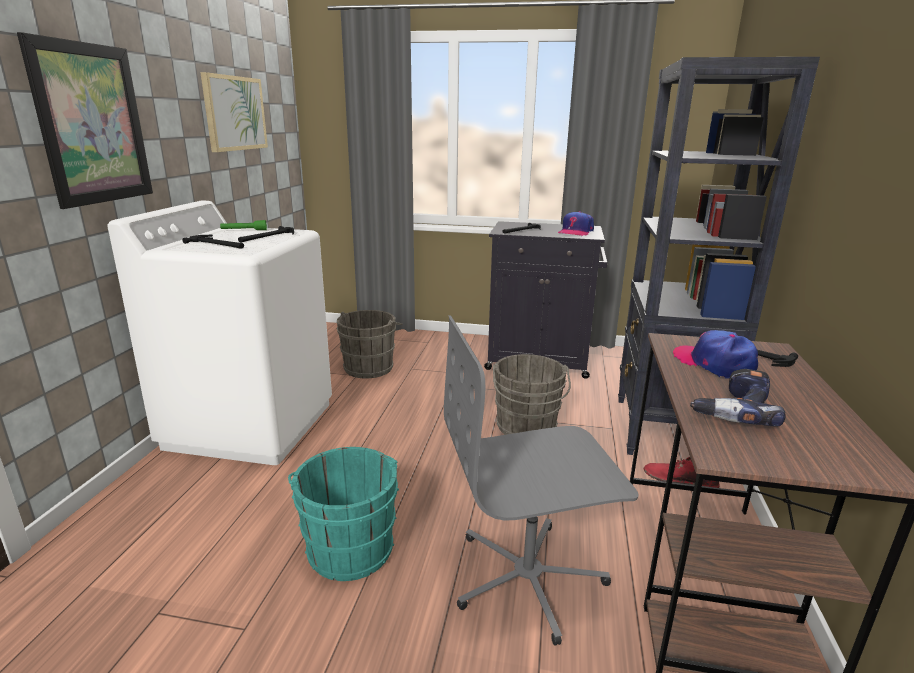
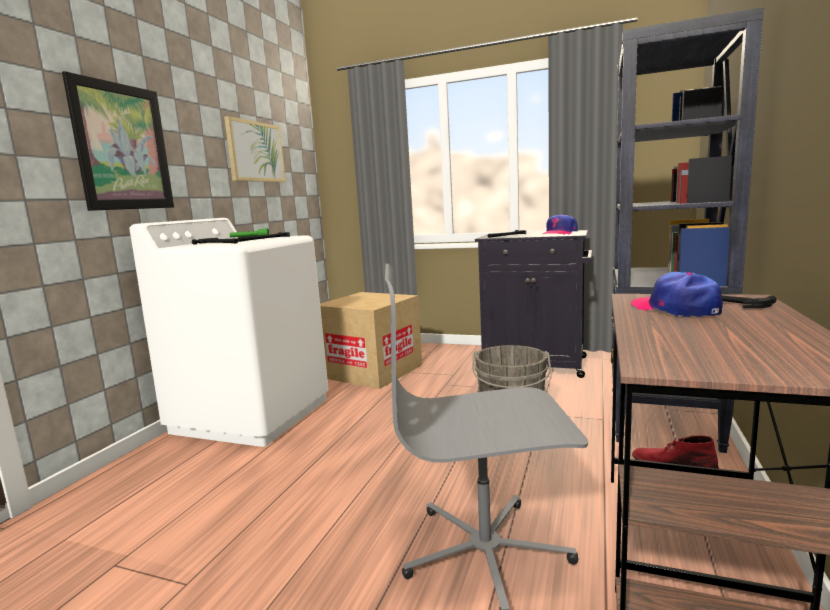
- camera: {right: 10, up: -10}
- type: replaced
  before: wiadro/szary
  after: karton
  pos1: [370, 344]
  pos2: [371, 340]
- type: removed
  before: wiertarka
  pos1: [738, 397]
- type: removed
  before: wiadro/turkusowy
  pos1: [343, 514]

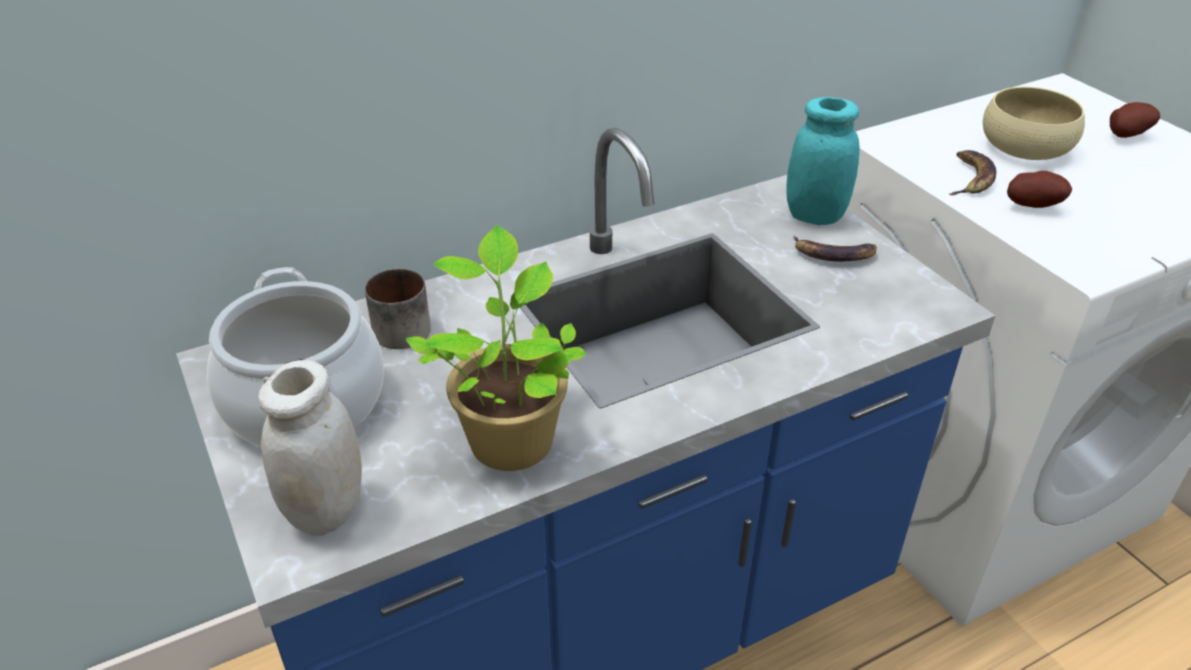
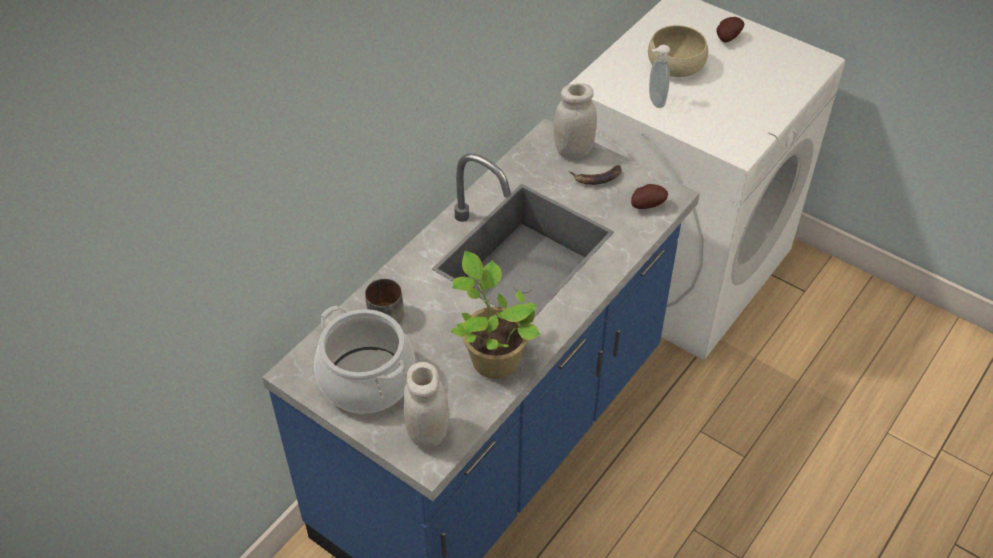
- camera: {right: -25, up: 10}
- type: recoloured
  before: słoik/turkusowy
  after: słoik/biały
  pos1: [823, 161]
  pos2: [575, 120]
- type: replaced
  before: banan
  after: dozownik mydła
  pos1: [972, 173]
  pos2: [659, 76]
- type: moved
  before: ziemniak
  pos1: [1039, 189]
  pos2: [649, 196]

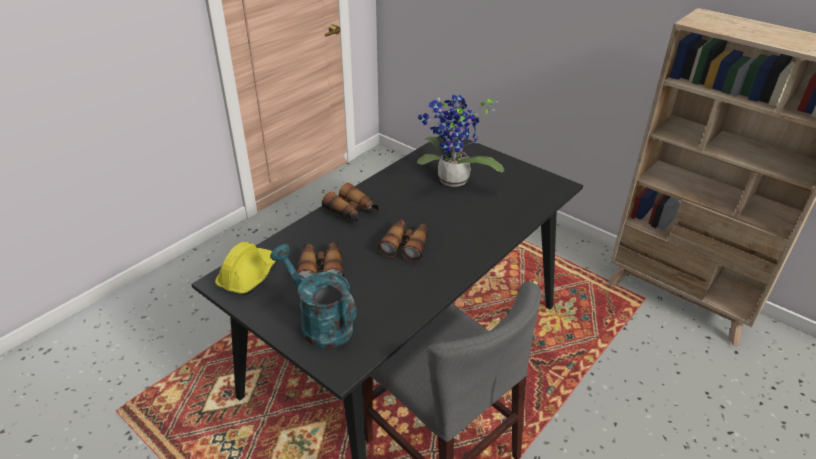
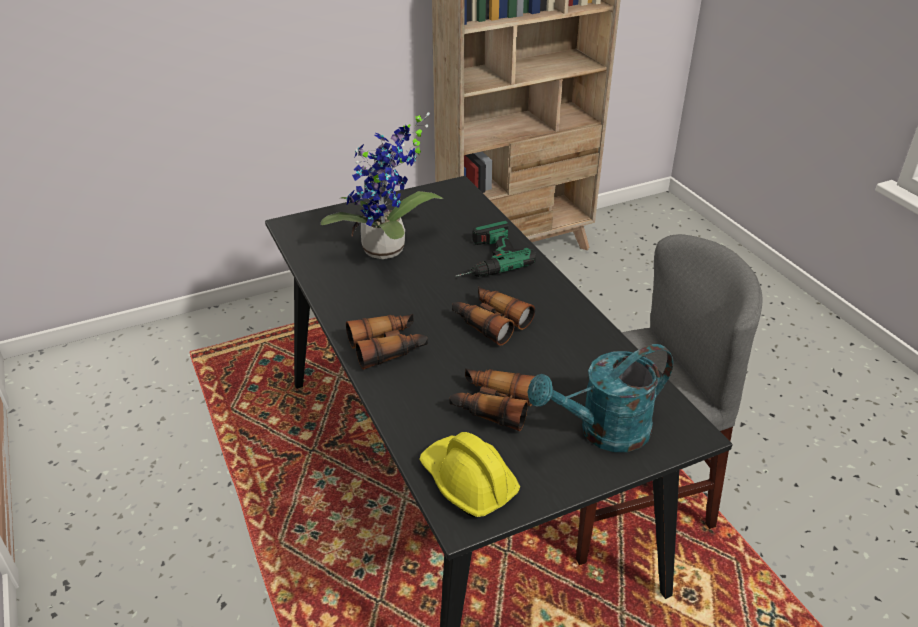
- camera: {right: -65, up: 0}
- type: added
  after: wiertarka
  pos2: [495, 248]

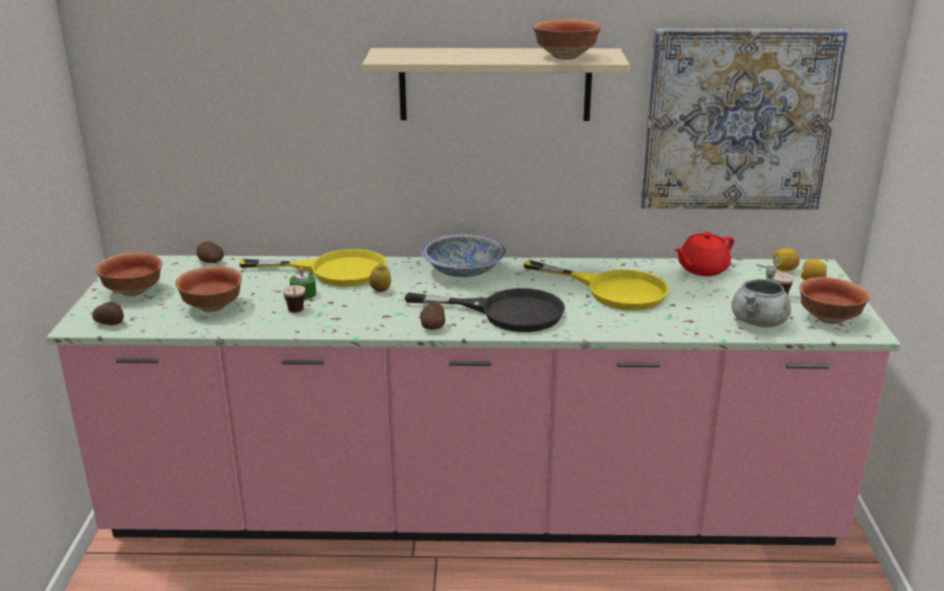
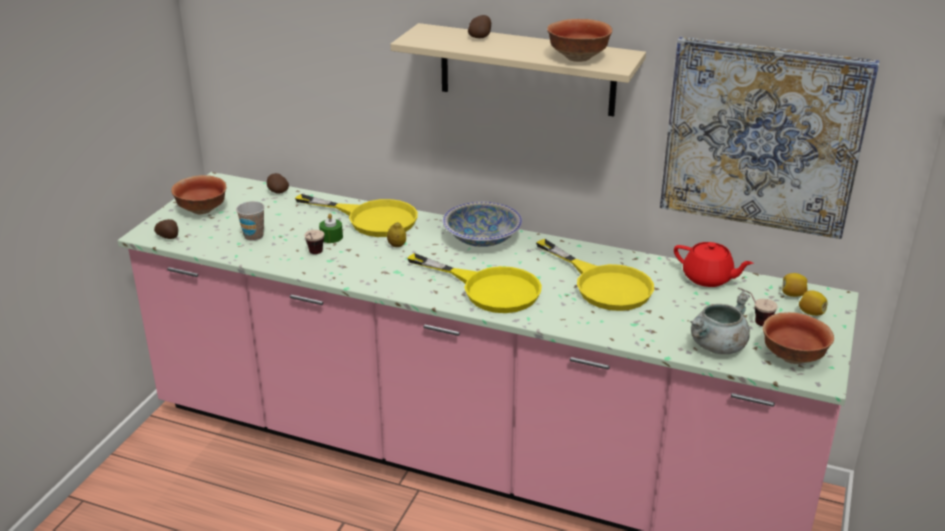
- camera: {right: 20, up: 5}
- type: turned
  before: imbryk/czerwony
  pos1: [704, 254]
  pos2: [713, 264]
  turn: -135
- type: replaced
  before: miska
  after: filiżanka
  pos1: [208, 289]
  pos2: [250, 221]
- type: recoloured
  before: patelnia/czarny
  after: patelnia/żółty
  pos1: [485, 310]
  pos2: [474, 283]
- type: moved
  before: ziemniak
  pos1: [432, 316]
  pos2: [479, 26]

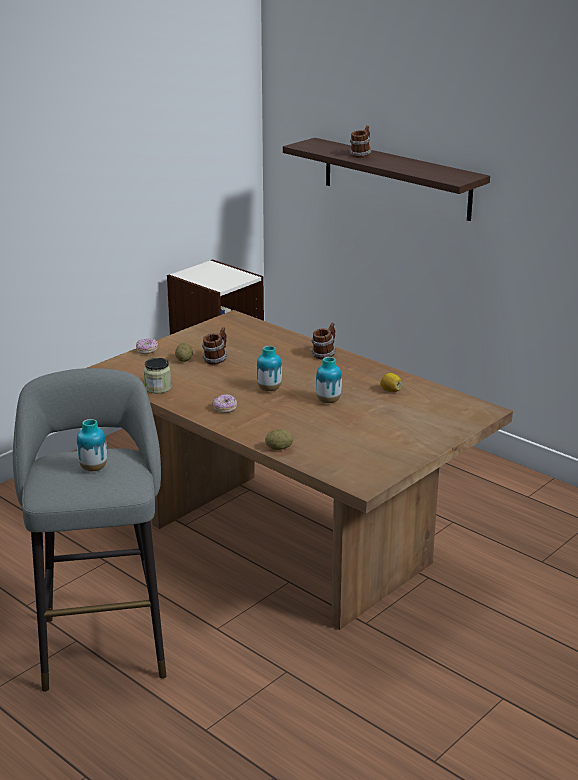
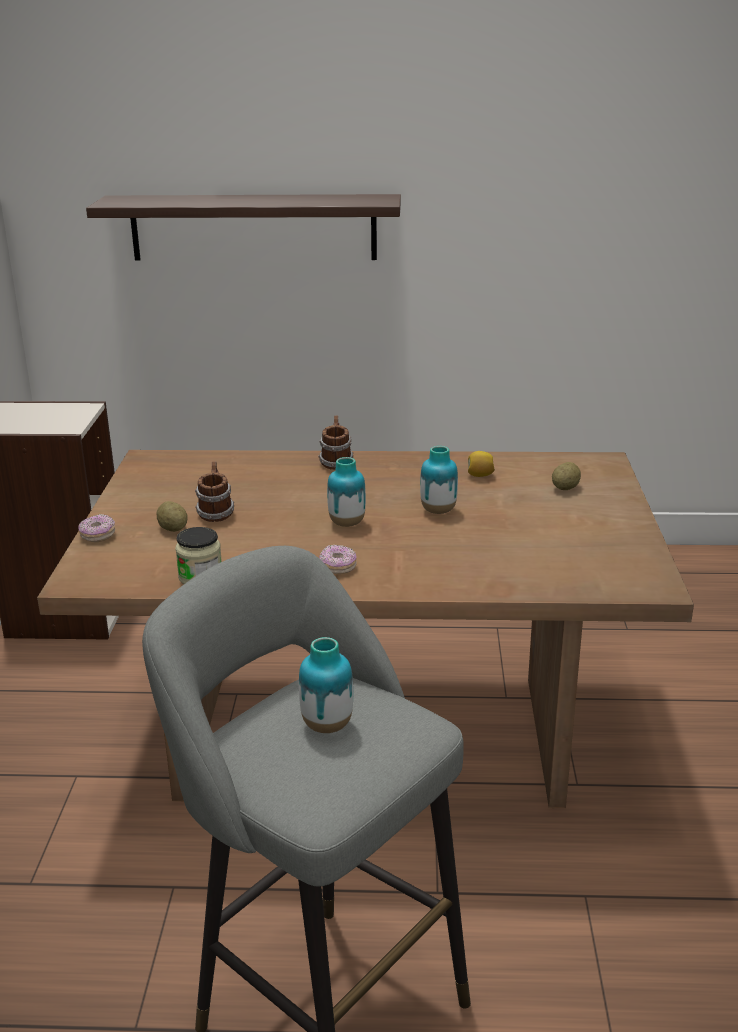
- camera: {right: -40, up: 0}
- type: removed
  before: kubek
  pos1: [360, 141]
- type: moved
  before: ziemniak
  pos1: [279, 439]
  pos2: [566, 476]

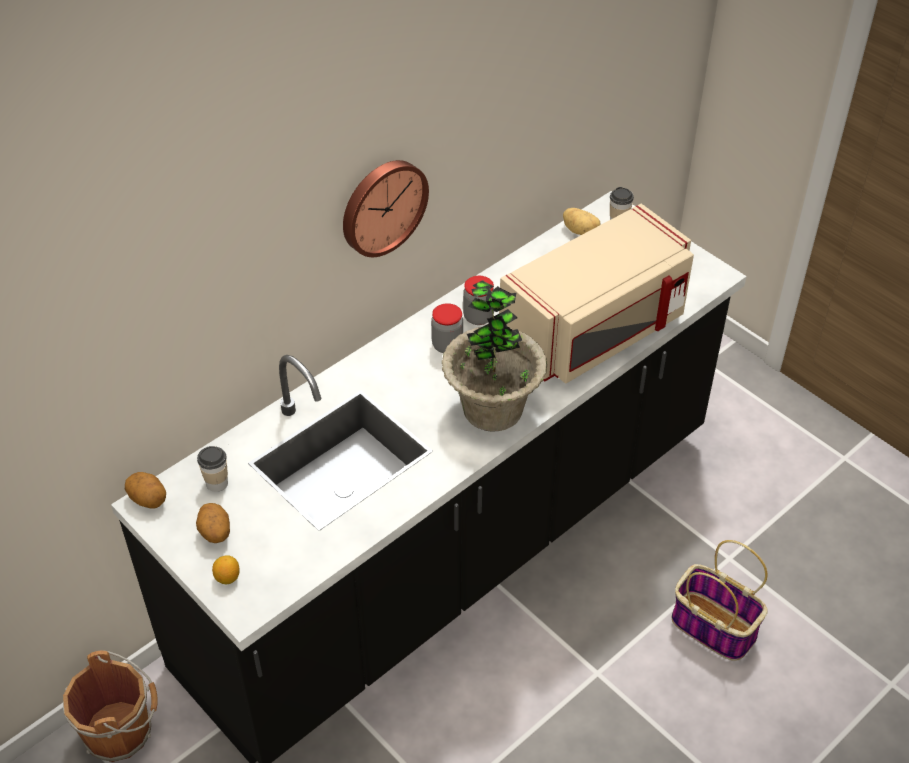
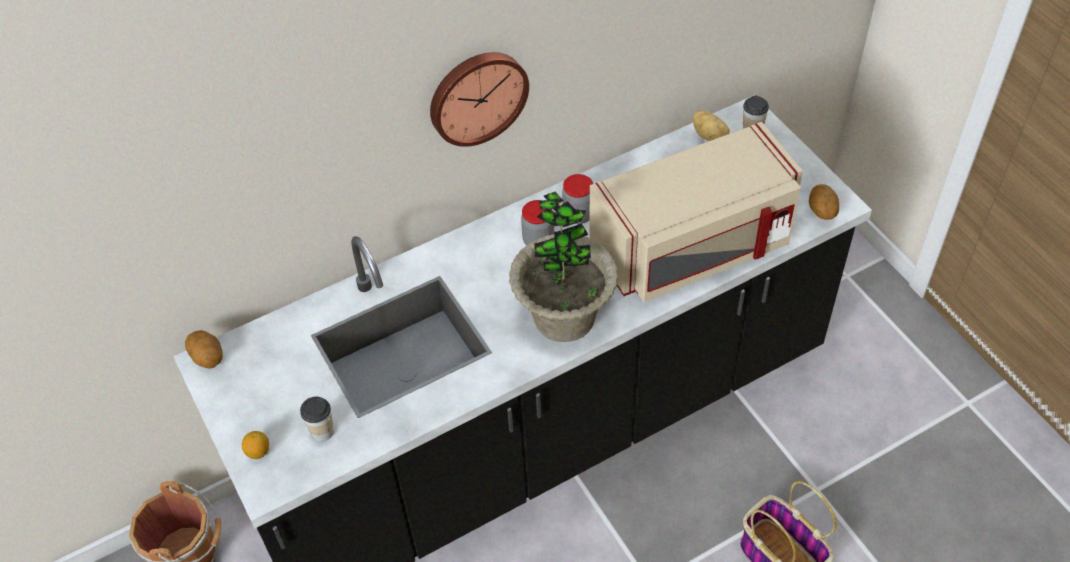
- camera: {right: 15, up: 5}
- type: moved
  before: filiżanka
  pos1: [212, 469]
  pos2: [317, 419]
- type: moved
  before: ziemniak
  pos1: [213, 523]
  pos2: [824, 202]

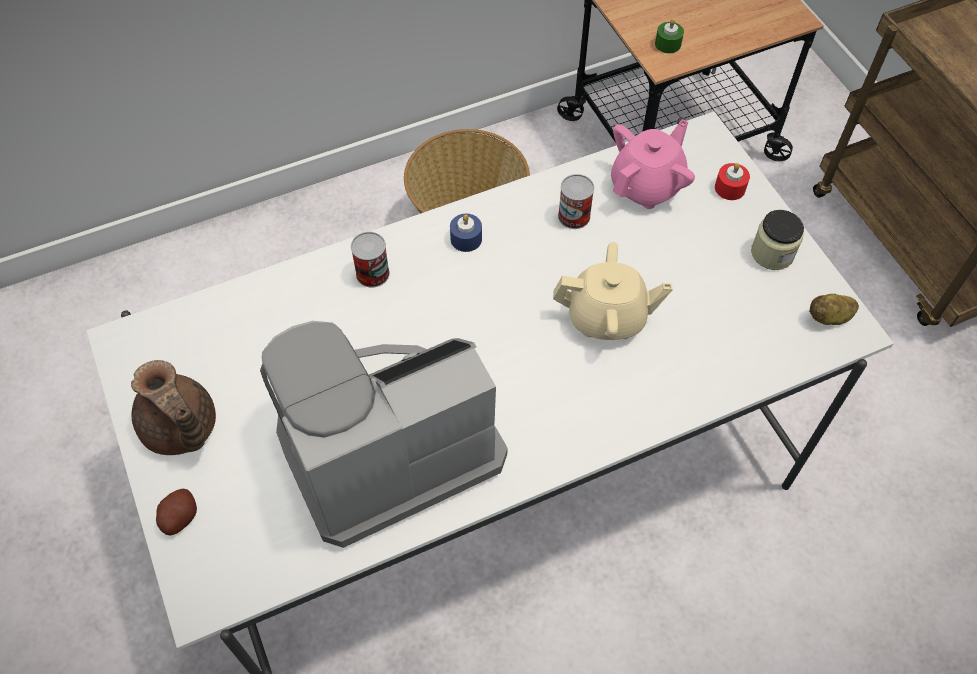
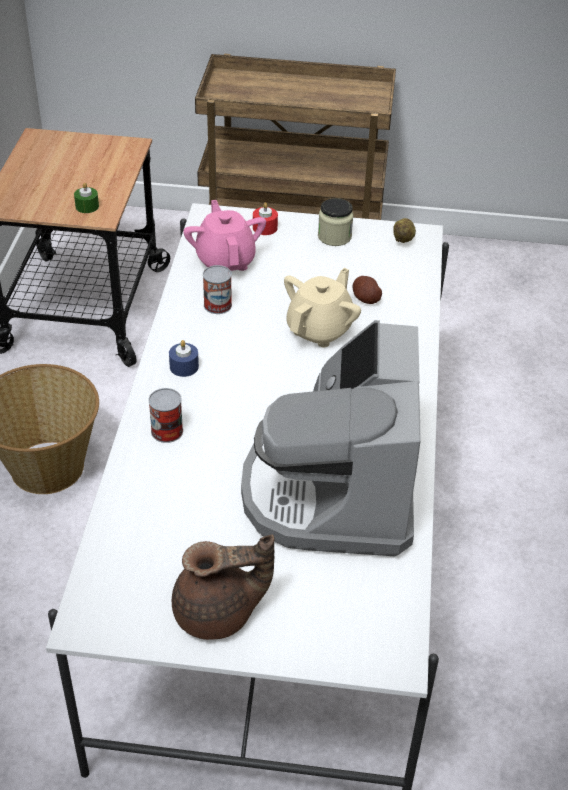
- camera: {right: -60, up: -15}
- type: moved
  before: ziemniak
  pos1: [176, 512]
  pos2: [367, 290]

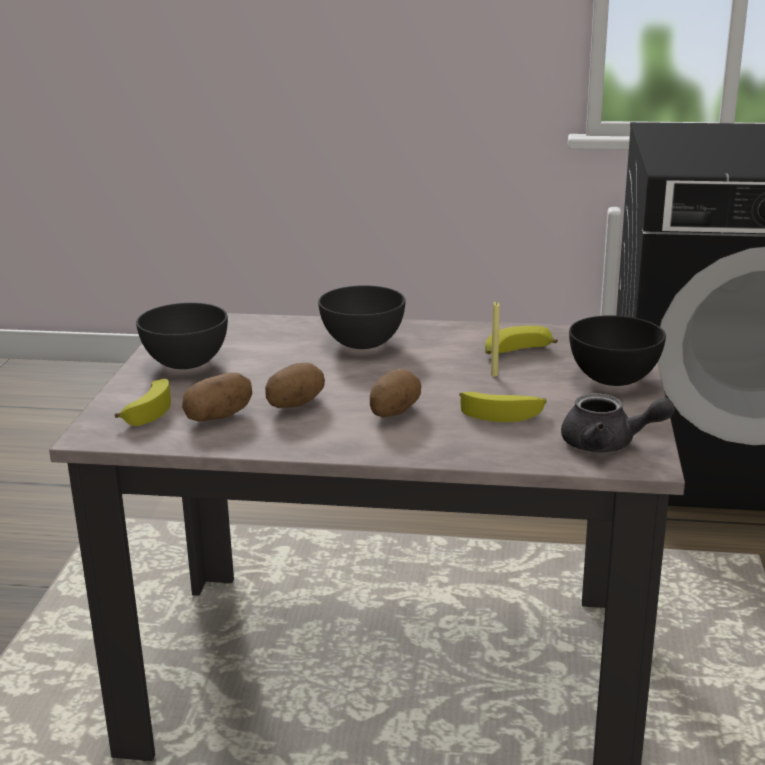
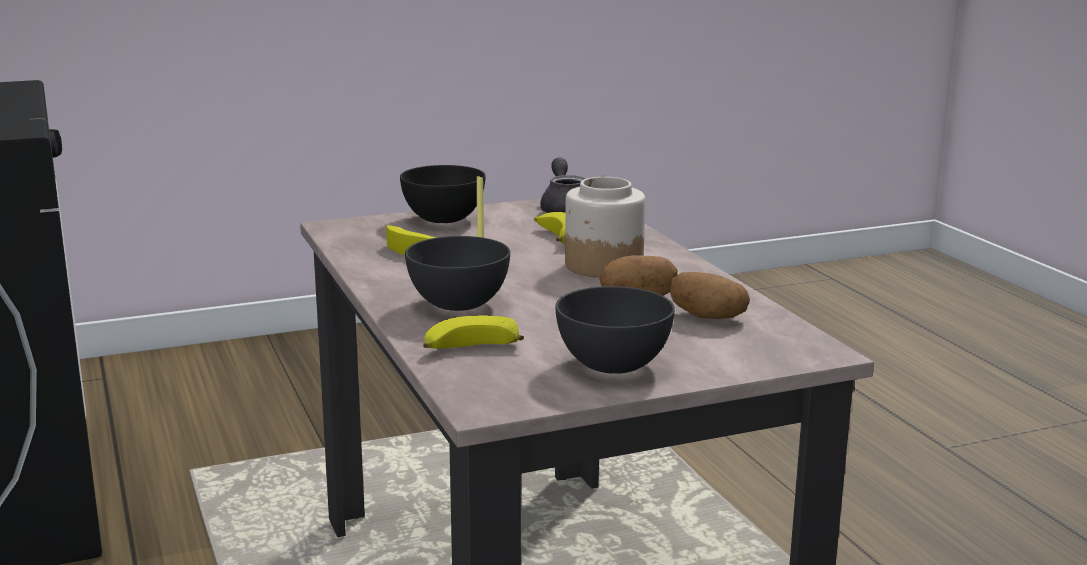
- camera: {right: -120, up: -5}
- type: replaced
  before: ziemniak
  after: słoik
  pos1: [395, 393]
  pos2: [605, 227]
- type: moved
  before: banan
  pos1: [143, 402]
  pos2: [473, 332]

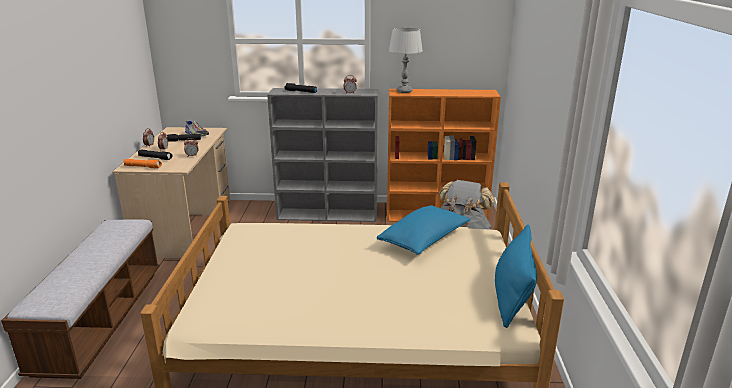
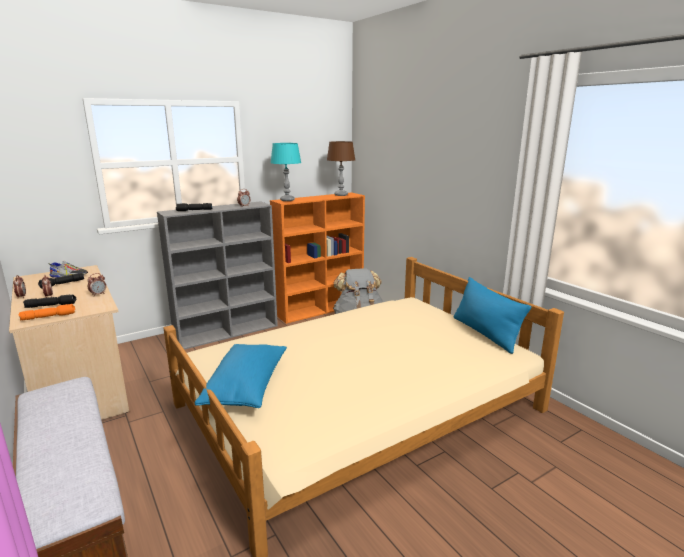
- camera: {right: -35, up: -5}
- type: recoloured
  before: lampa stołowa/szary
  after: lampa stołowa/turkusowy
  pos1: [406, 60]
  pos2: [286, 172]
- type: moved
  before: poduszka/niebieski
  pos1: [424, 230]
  pos2: [241, 376]
- type: added
  after: lampa stołowa/brązowy
  pos2: [341, 168]

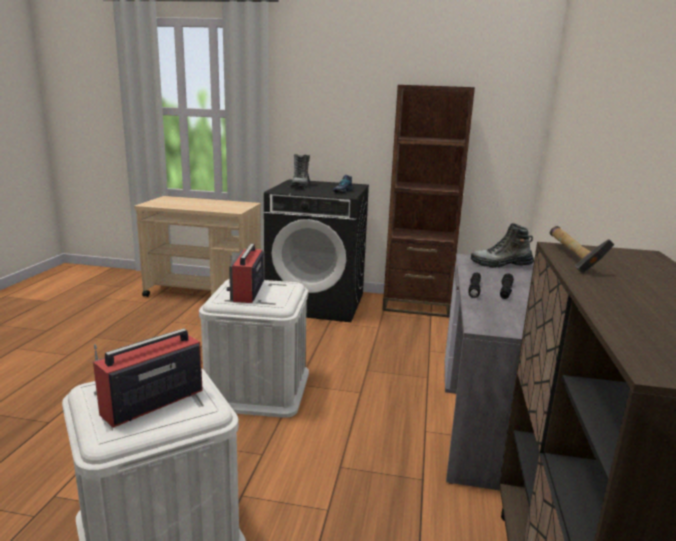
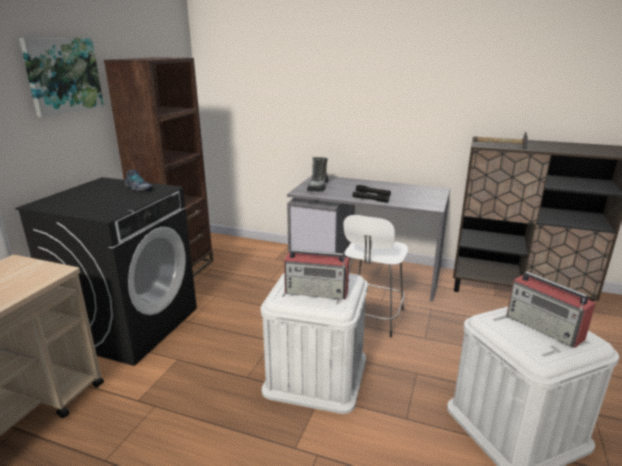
- camera: {right: -80, up: 5}
- type: removed
  before: but z cholewką
  pos1: [300, 171]
- type: added
  after: obraz
  pos2: [61, 77]
- type: added
  after: stołek/biały
  pos2: [375, 276]

